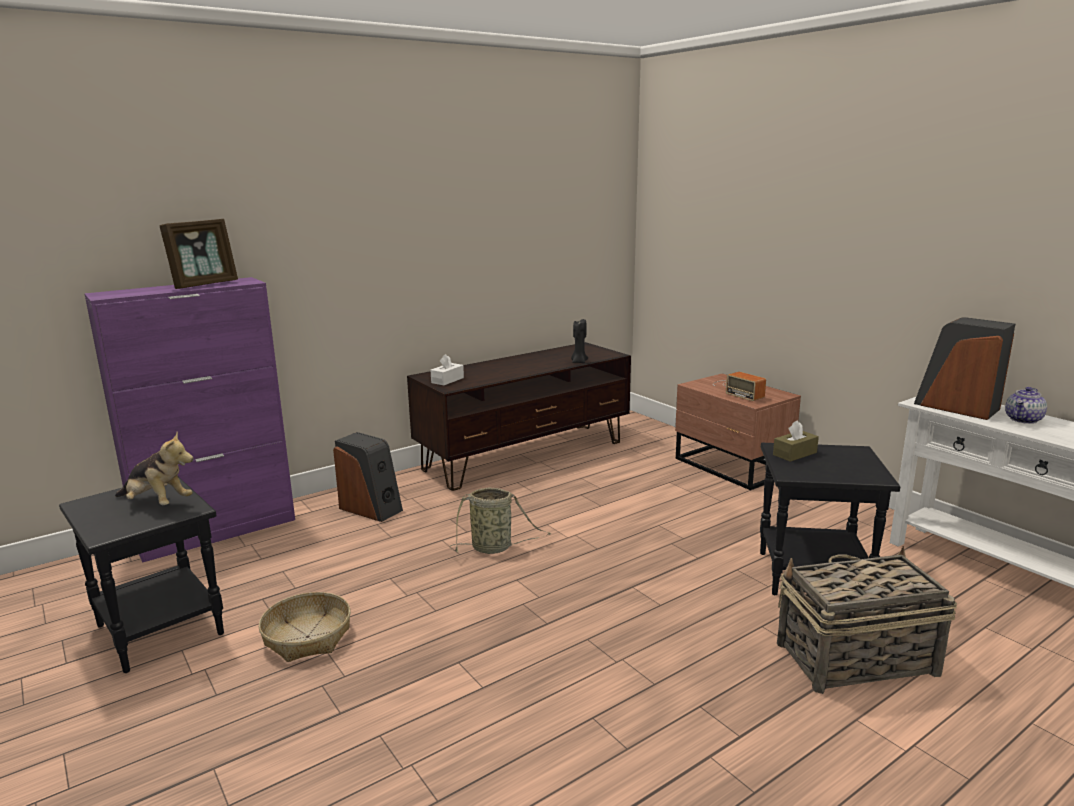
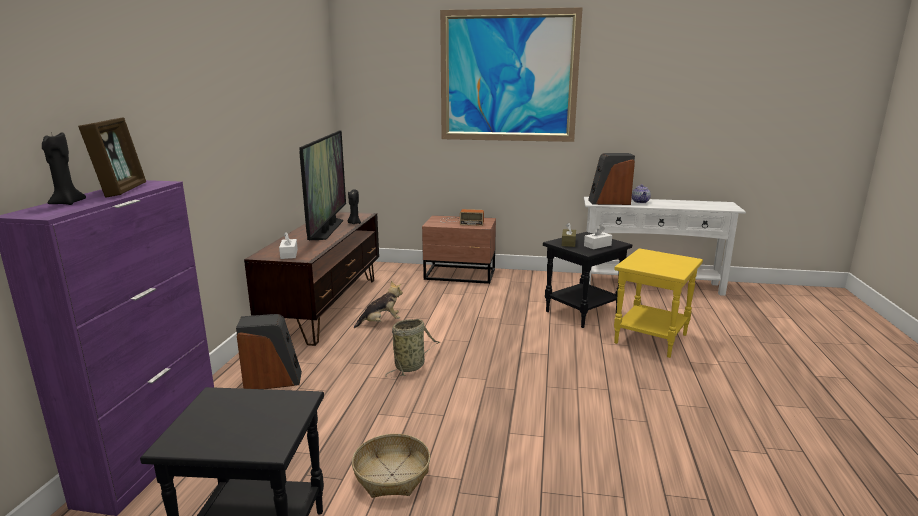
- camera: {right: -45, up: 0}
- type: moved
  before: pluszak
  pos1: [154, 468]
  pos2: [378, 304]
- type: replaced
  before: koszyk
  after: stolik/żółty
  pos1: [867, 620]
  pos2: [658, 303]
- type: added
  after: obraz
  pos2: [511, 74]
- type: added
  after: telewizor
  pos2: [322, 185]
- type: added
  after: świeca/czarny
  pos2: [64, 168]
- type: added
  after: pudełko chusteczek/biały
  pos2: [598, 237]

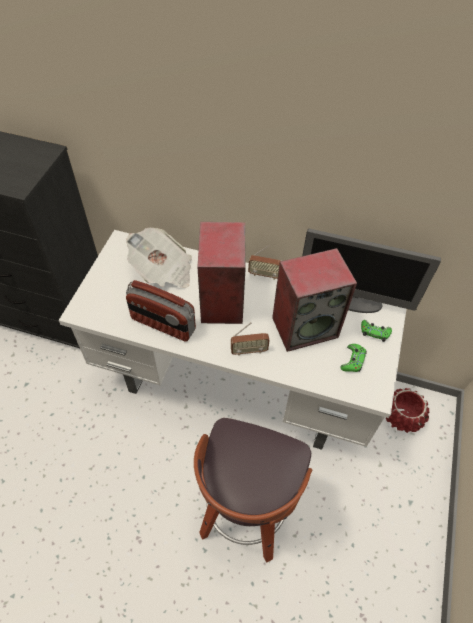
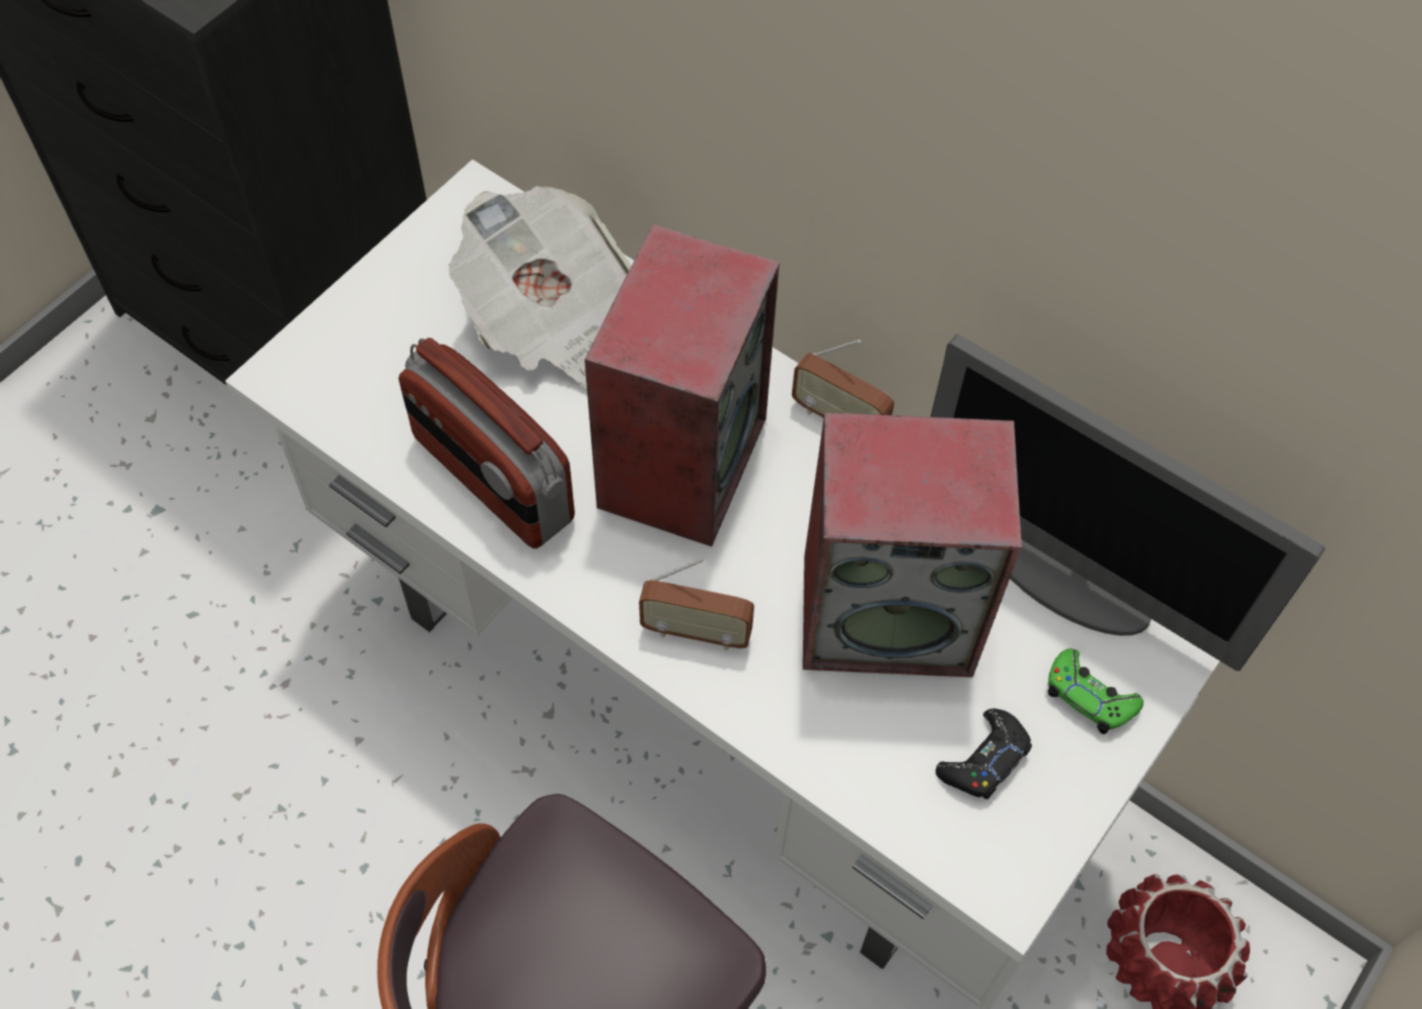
- camera: {right: 20, up: 5}
- type: recoloured
  before: pad do gier/zielony
  after: pad do gier/czarny
  pos1: [354, 358]
  pos2: [984, 753]

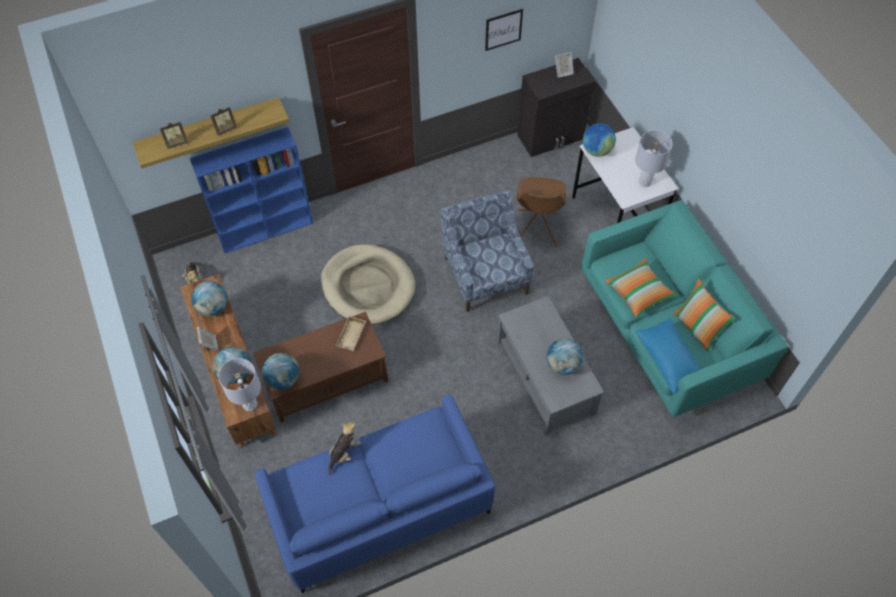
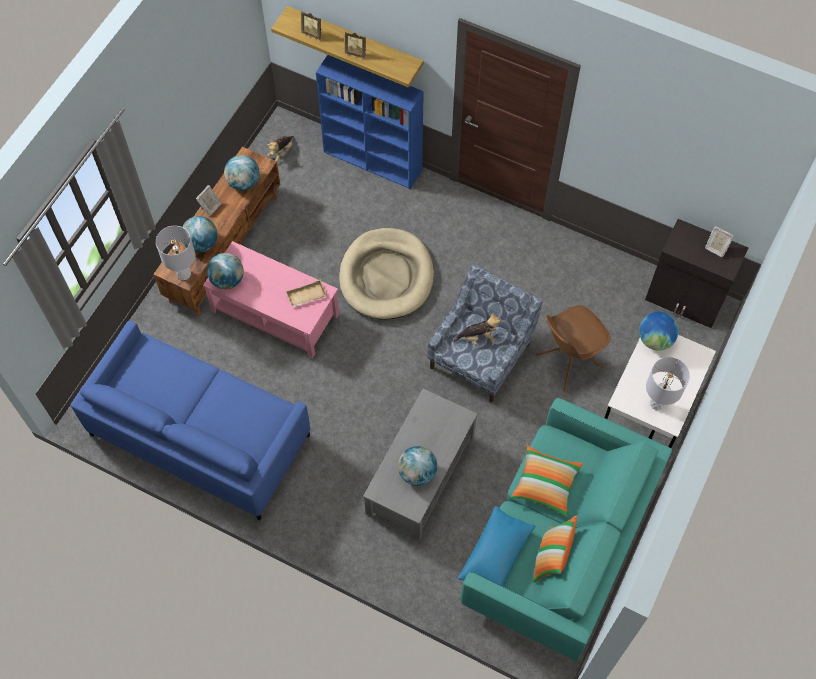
- camera: {right: 50, up: 5}
- type: removed
  before: obraz
  pos1: [504, 30]
- type: recoloured
  before: ława/brązowy
  after: ława/różowy
  pos1: [320, 367]
  pos2: [271, 299]
- type: moved
  before: pluszak
  pos1: [344, 448]
  pos2: [477, 329]

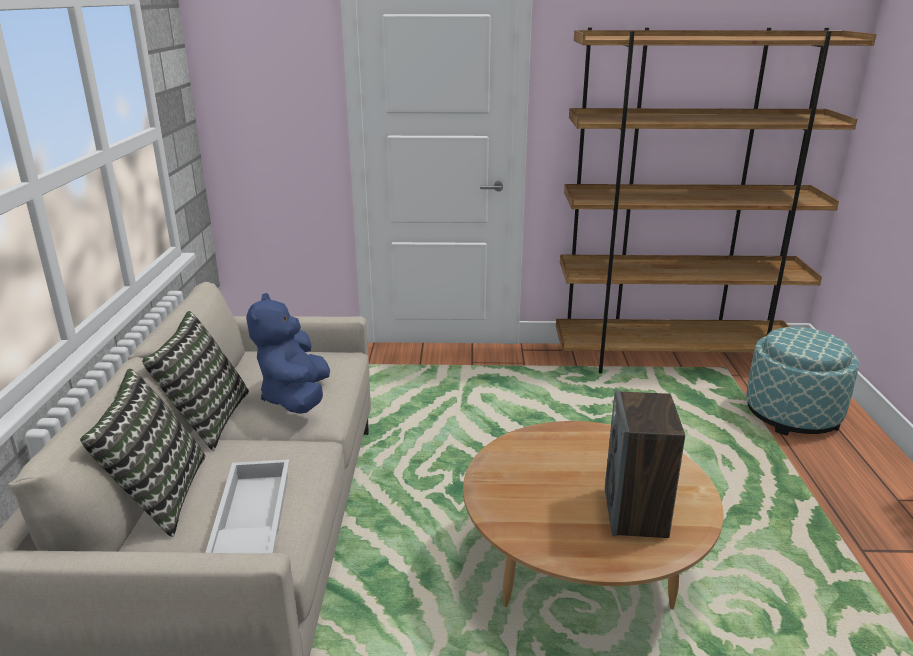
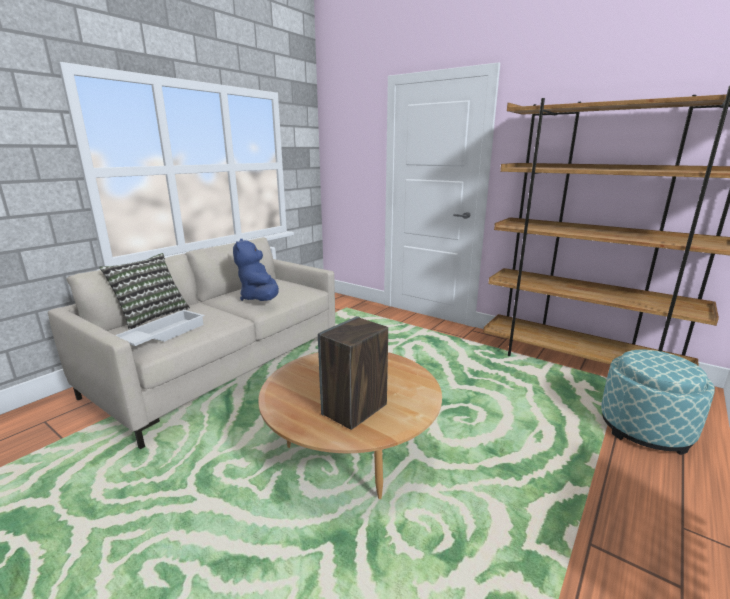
- camera: {right: 35, up: -5}
- type: turned
  before: pluszak/niebieski
  pos1: [288, 353]
  pos2: [256, 270]
  turn: -45
- type: removed
  before: poduszka
  pos1: [195, 381]

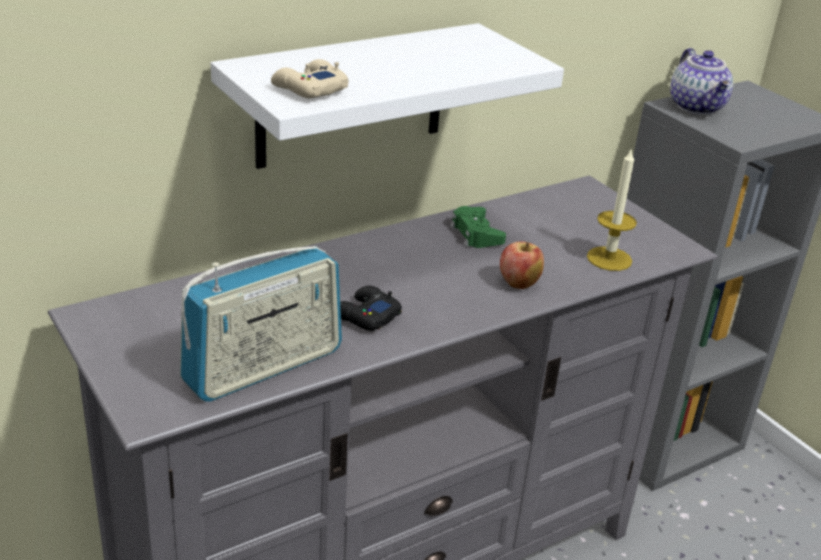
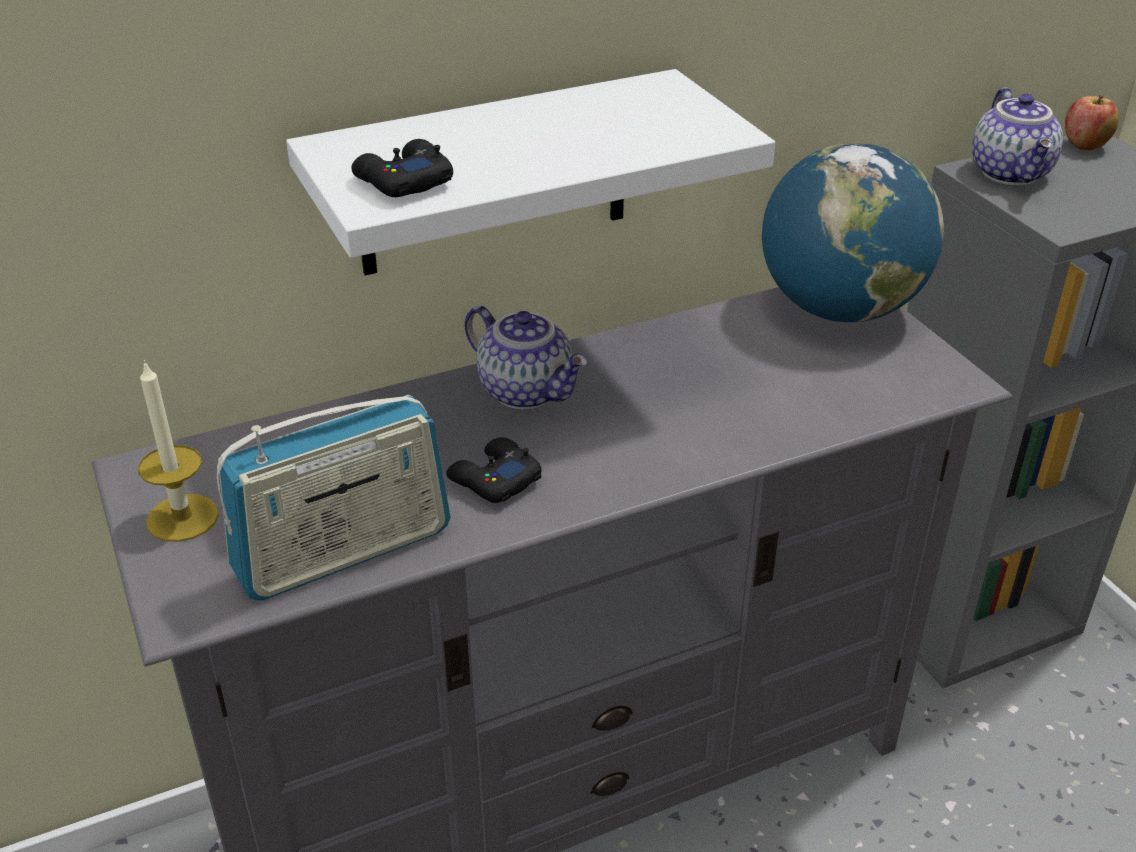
- camera: {right: 10, up: 5}
- type: recoloured
  before: pad do gier/beżowy
  after: pad do gier/czarny
  pos1: [309, 78]
  pos2: [402, 168]
- type: moved
  before: świeca
  pos1: [612, 209]
  pos2: [178, 451]
- type: removed
  before: pad do gier/zielony
  pos1: [478, 227]
- type: moved
  before: jabłko
  pos1: [522, 265]
  pos2: [1092, 123]
- type: added
  after: globus
  pos2: [853, 232]
- type: added
  after: imbryk
  pos2: [526, 358]

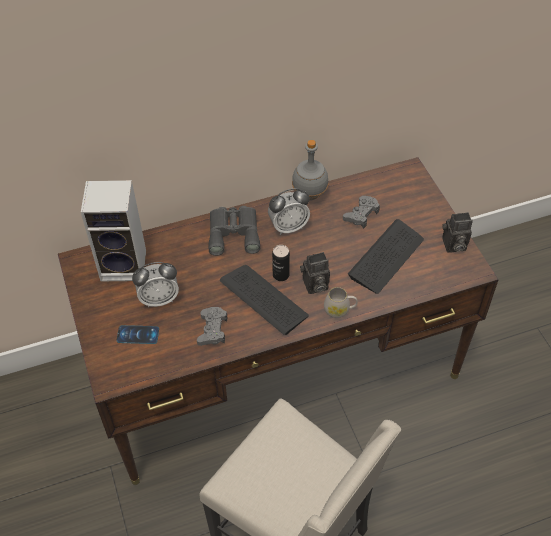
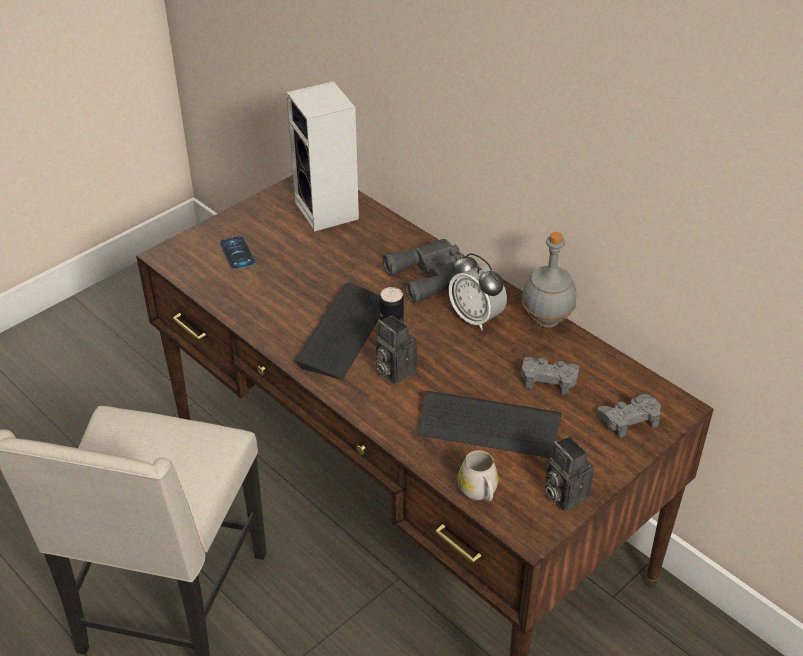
- camera: {right: 65, up: -10}
- type: removed
  before: budzik
  pos1: [155, 285]
- type: moved
  before: kubek/biały
  pos1: [341, 302]
  pos2: [478, 476]
- type: moved
  before: pad do gier/szary
  pos1: [212, 326]
  pos2: [629, 416]

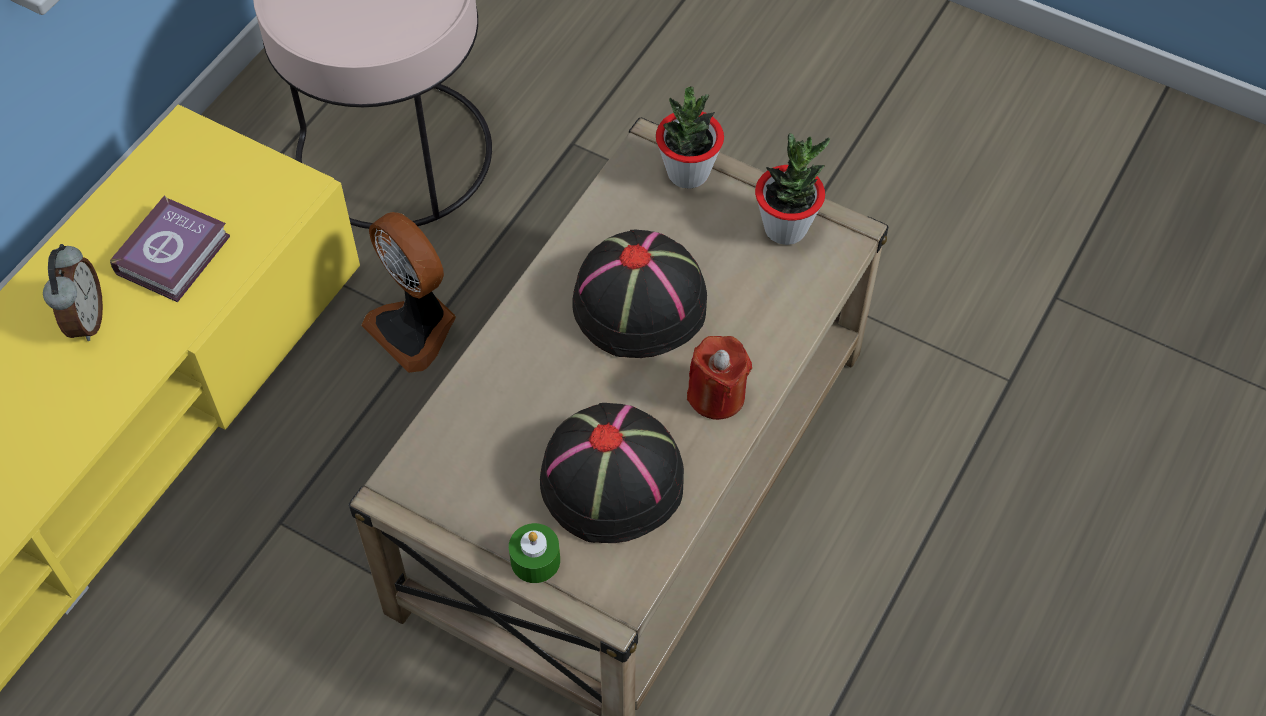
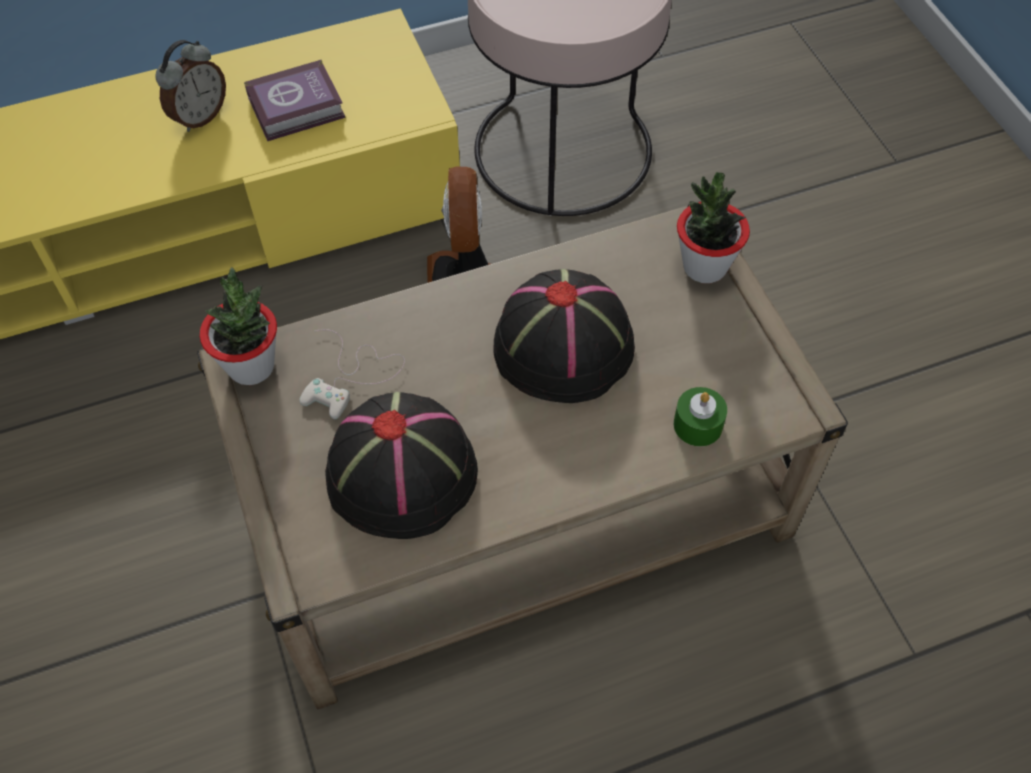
- camera: {right: 40, up: 0}
- type: moved
  before: roślina doniczkowa
  pos1: [792, 189]
  pos2: [238, 326]
- type: removed
  before: świeca/czerwony
  pos1: [719, 378]
- type: moved
  before: świeca/zielony
  pos1: [534, 553]
  pos2: [700, 416]
- type: added
  after: pad do gier/biały
  pos2: [352, 374]

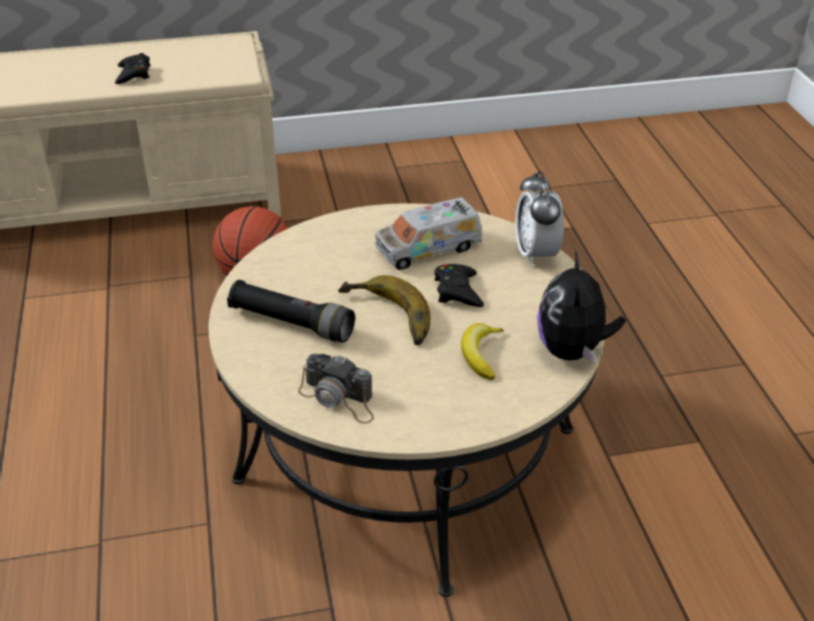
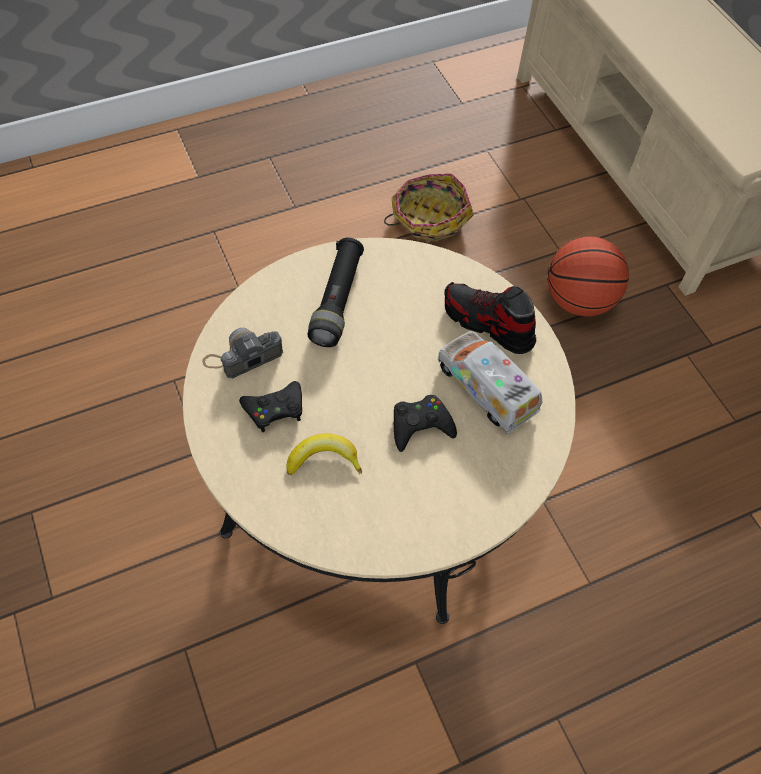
- camera: {right: 75, up: 20}
- type: moved
  before: pad do gier/czarny
  pos1: [133, 68]
  pos2: [270, 406]
- type: removed
  before: budzik
  pos1: [539, 218]
- type: removed
  before: pluszak
  pos1: [581, 307]
- type: removed
  before: banan
  pos1: [384, 310]
- type: turned
  before: aparat fotograficzny
  pos1: [336, 389]
  pos2: [242, 353]
  turn: 45
- type: added
  after: koszyk
  pos2: [429, 208]
- type: added
  after: but
  pos2: [490, 318]

